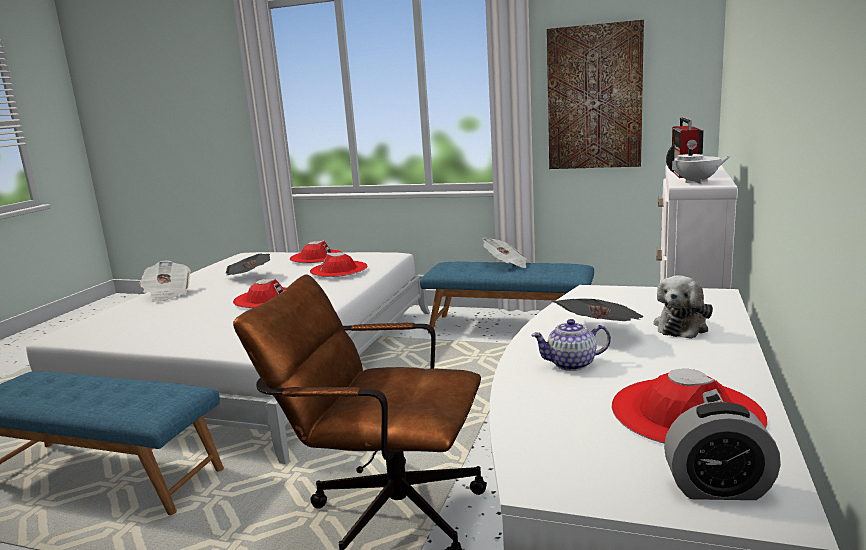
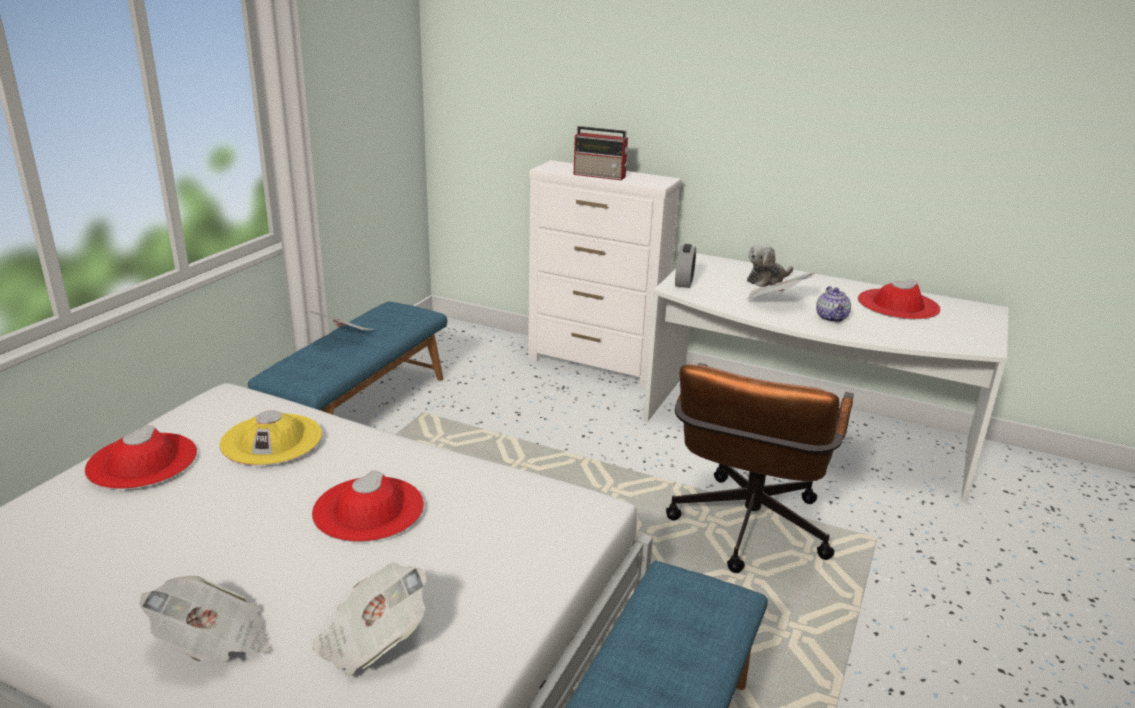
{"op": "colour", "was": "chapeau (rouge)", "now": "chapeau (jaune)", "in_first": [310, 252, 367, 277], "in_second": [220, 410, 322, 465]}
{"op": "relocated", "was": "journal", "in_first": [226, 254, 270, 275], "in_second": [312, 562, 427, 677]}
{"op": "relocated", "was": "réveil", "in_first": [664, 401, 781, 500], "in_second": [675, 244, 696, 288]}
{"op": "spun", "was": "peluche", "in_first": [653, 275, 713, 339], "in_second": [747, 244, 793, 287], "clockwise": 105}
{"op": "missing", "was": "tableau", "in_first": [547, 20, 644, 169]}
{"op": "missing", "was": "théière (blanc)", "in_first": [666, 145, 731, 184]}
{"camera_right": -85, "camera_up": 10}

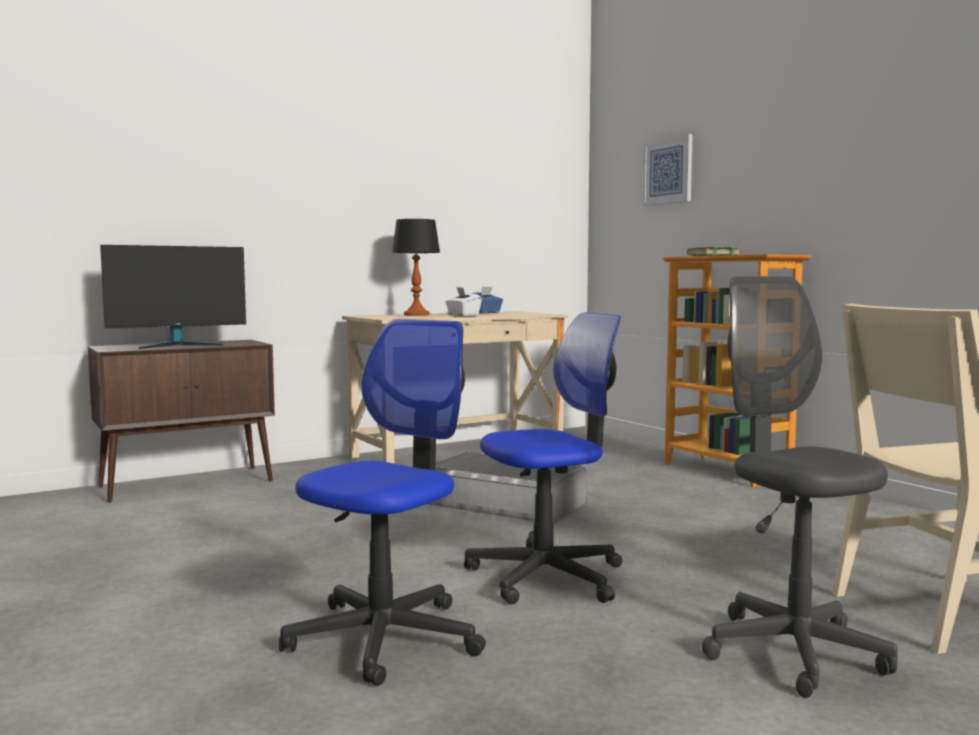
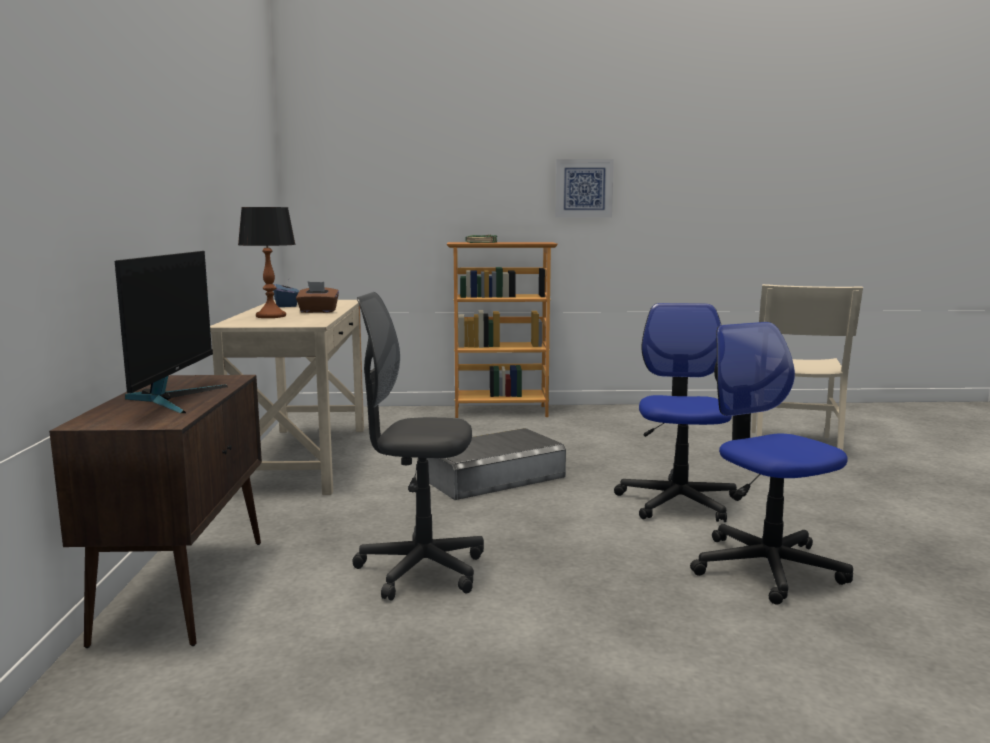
{"op": "colour", "was": "boîte à mouchoirs (blanc)", "now": "boîte à mouchoirs (marron)", "in_first": [445, 287, 482, 316], "in_second": [296, 282, 339, 313]}
{"op": "relocated", "was": "chaise de bureau (gris)", "in_first": [702, 276, 898, 698], "in_second": [352, 292, 484, 601]}
{"op": "relocated", "was": "tableau", "in_first": [642, 134, 693, 206], "in_second": [555, 159, 614, 217]}
{"camera_right": -60, "camera_up": 5}

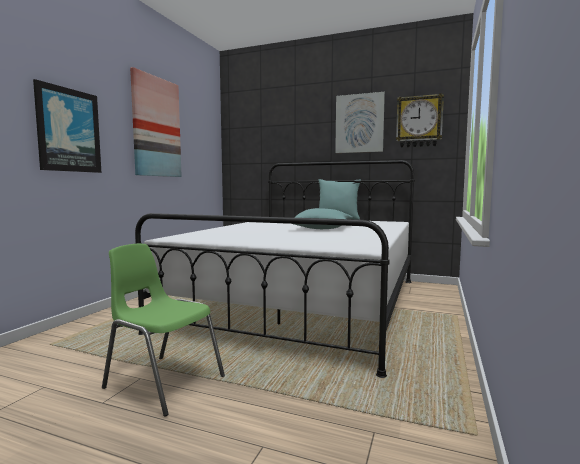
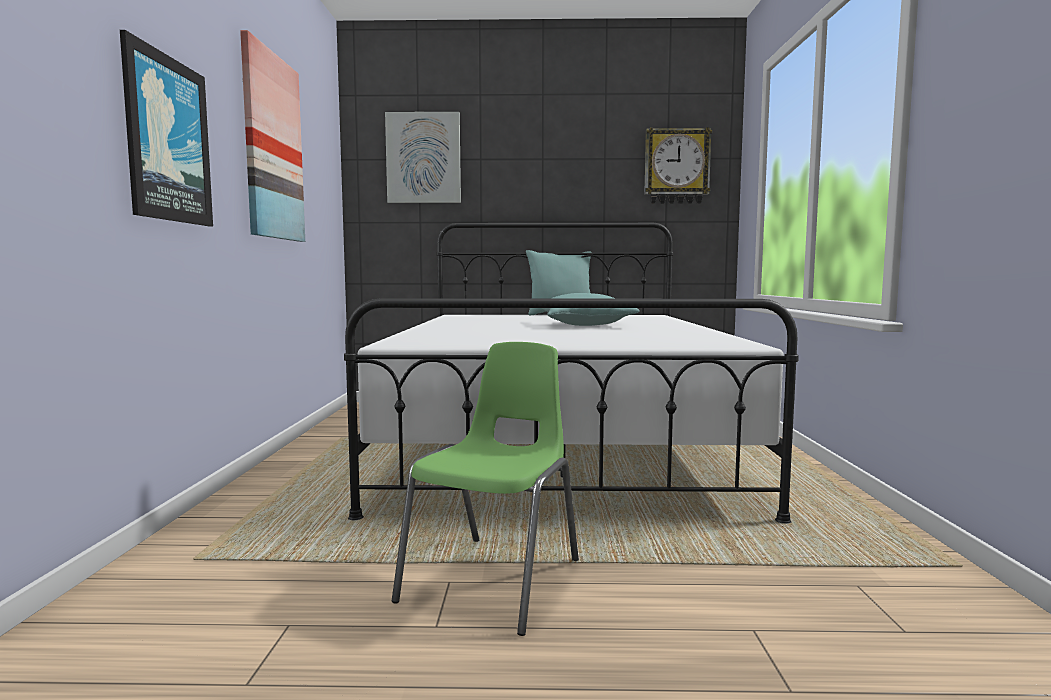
{"op": "relocated", "was": "tableau", "in_first": [335, 92, 385, 153], "in_second": [385, 112, 461, 203]}
{"op": "spun", "was": "chaise (vert)", "in_first": [102, 244, 225, 417], "in_second": [392, 342, 579, 636], "clockwise": 105}
{"camera_right": -20, "camera_up": 0}

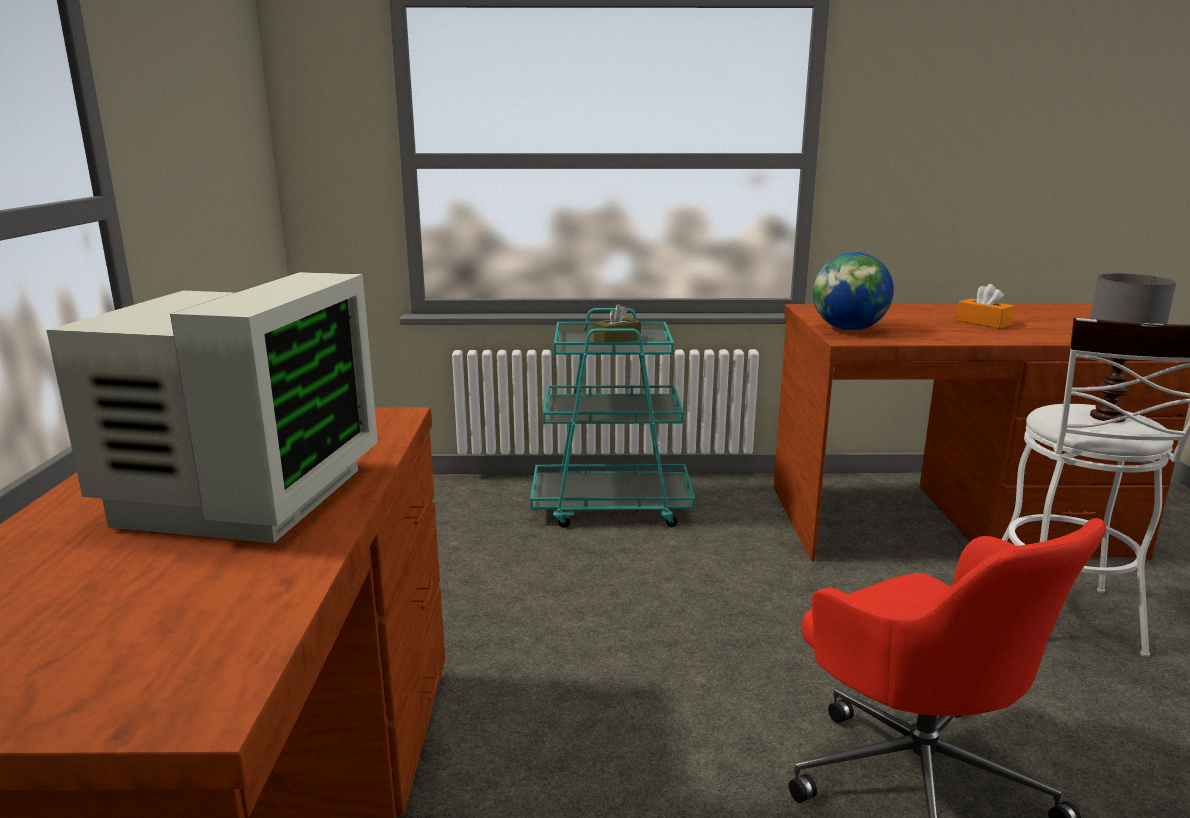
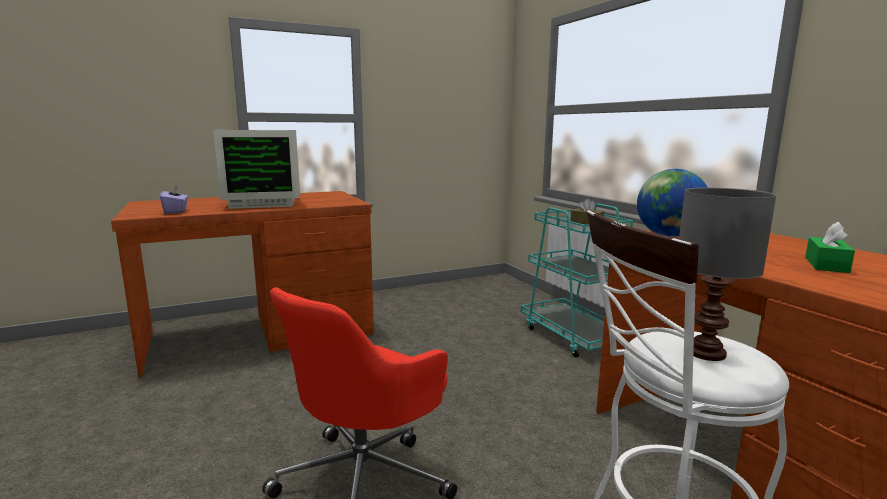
{"op": "appeared", "now": "boîte à mouchoirs (violet)", "in_second": [160, 184, 188, 214]}
{"op": "colour", "was": "boîte à mouchoirs (orange)", "now": "boîte à mouchoirs (vert)", "in_first": [956, 284, 1015, 329], "in_second": [805, 222, 855, 273]}
{"camera_right": 65, "camera_up": -5}

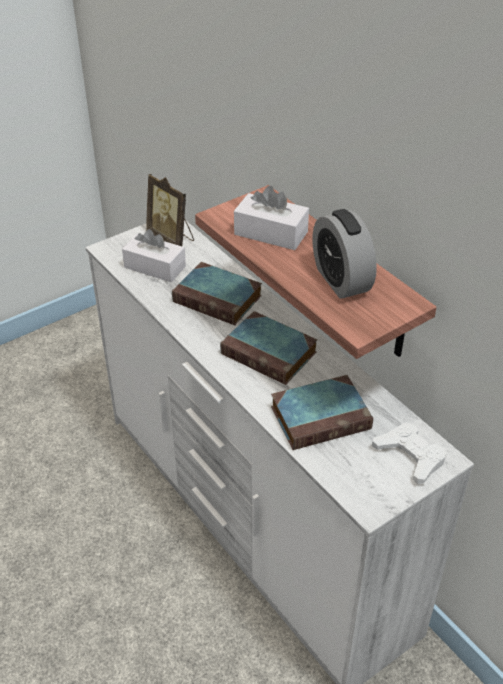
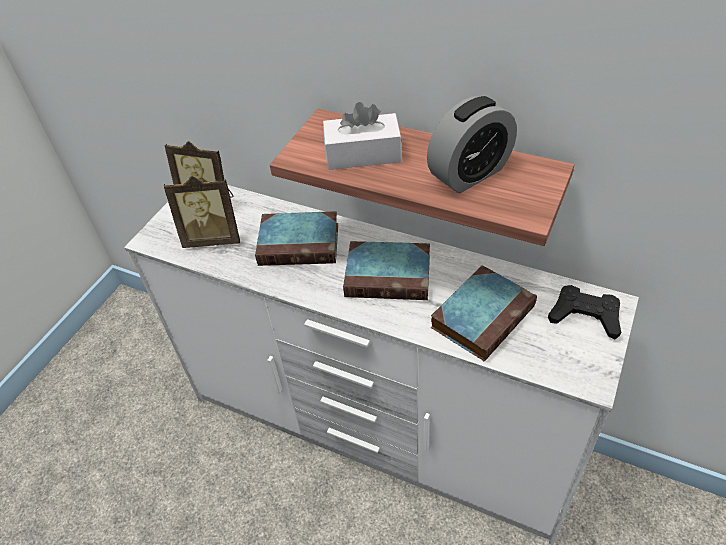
{"op": "exchanged", "was": "boîte à mouchoirs (blanc)", "now": "cadre photo", "in_first": [122, 229, 186, 282], "in_second": [164, 176, 240, 248]}
{"op": "spun", "was": "réveil", "in_first": [313, 209, 377, 299], "in_second": [427, 96, 517, 193], "clockwise": -75}
{"op": "colour", "was": "manette (blanc)", "now": "manette (noir)", "in_first": [372, 422, 447, 484], "in_second": [548, 285, 621, 339]}
{"camera_right": -25, "camera_up": 5}

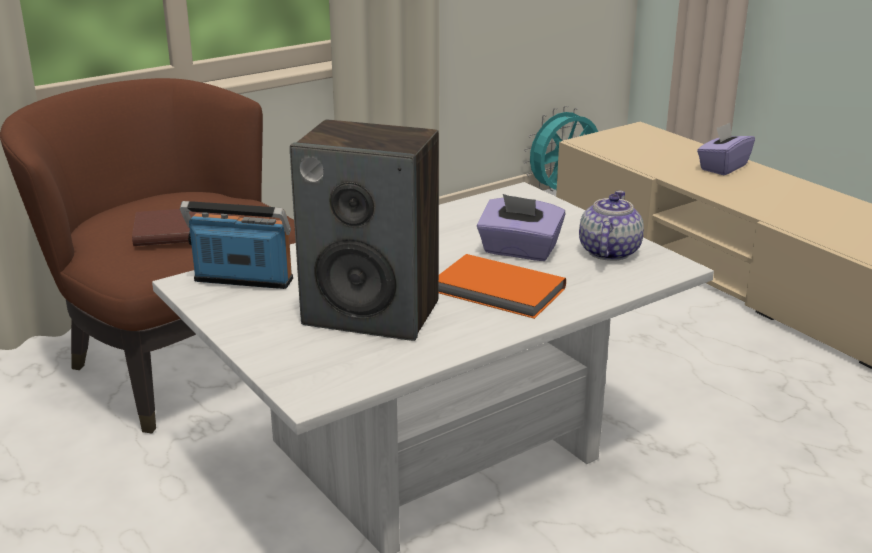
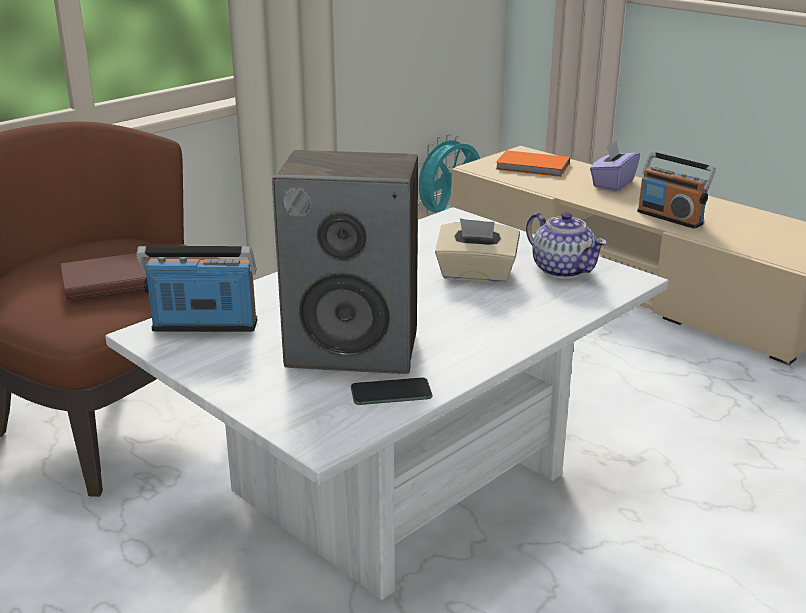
{"op": "appeared", "now": "téléphone", "in_second": [351, 378, 433, 405]}
{"op": "colour", "was": "boîte à mouchoirs (violet)", "now": "boîte à mouchoirs (beige)", "in_first": [477, 194, 565, 261], "in_second": [435, 218, 520, 283]}
{"op": "relocated", "was": "livre (orange)", "in_first": [439, 254, 566, 319], "in_second": [495, 150, 570, 177]}
{"op": "spun", "was": "théière", "in_first": [579, 191, 644, 261], "in_second": [526, 212, 607, 279], "clockwise": 135}
{"op": "appeared", "now": "radio", "in_second": [637, 152, 716, 229]}
{"camera_right": -10, "camera_up": 0}

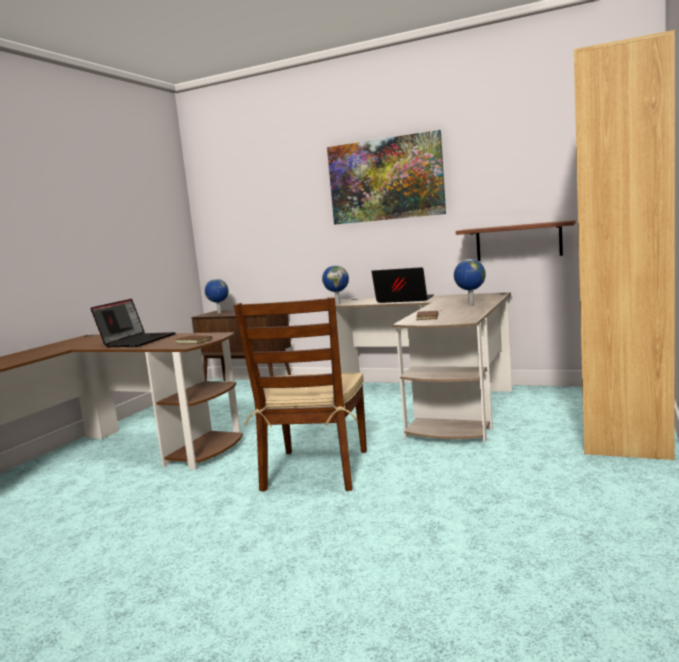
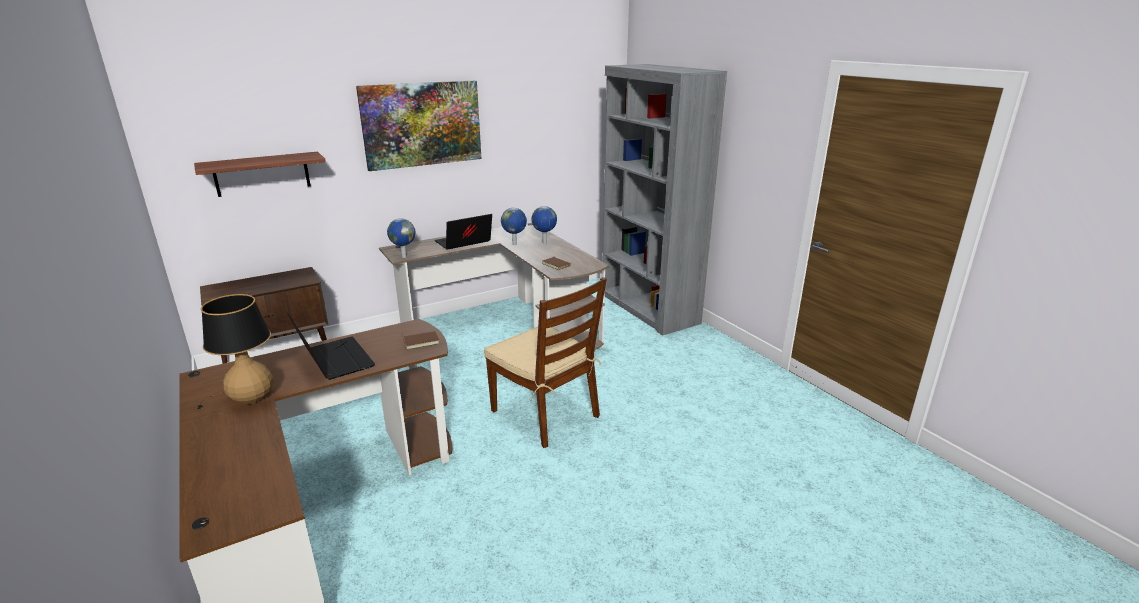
{"op": "relocated", "was": "étagère", "in_first": [456, 220, 576, 261], "in_second": [194, 152, 326, 197]}
{"op": "appeared", "now": "lampe de table", "in_second": [197, 294, 273, 409]}
{"op": "relocated", "was": "globe", "in_first": [205, 279, 229, 314], "in_second": [501, 208, 527, 245]}
{"op": "colour", "was": "bibliothèque (marron)", "now": "bibliothèque (gris)", "in_first": [574, 30, 675, 460], "in_second": [602, 64, 727, 336]}
{"camera_right": -55, "camera_up": 15}

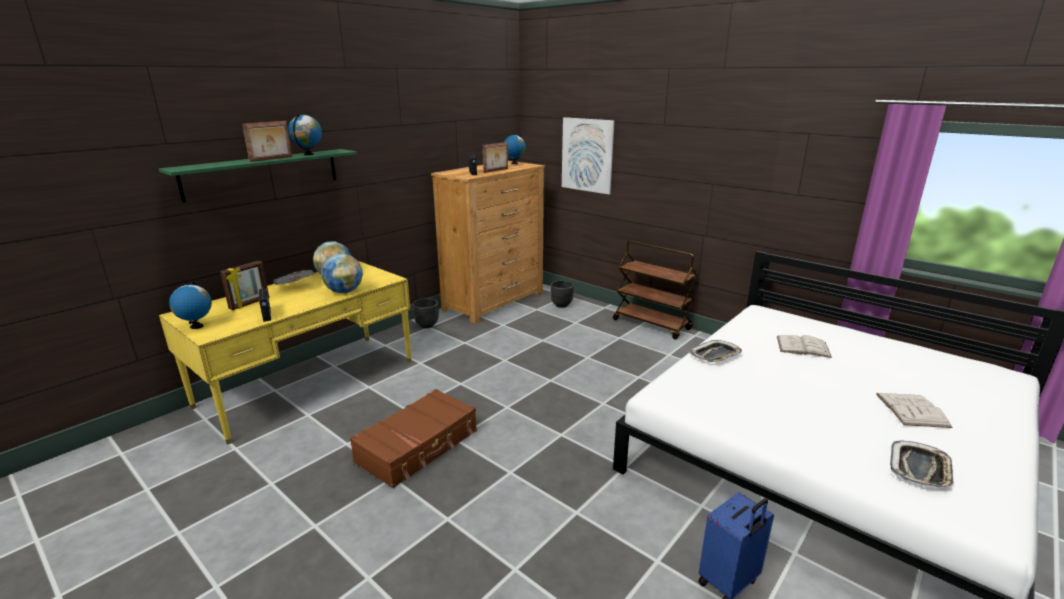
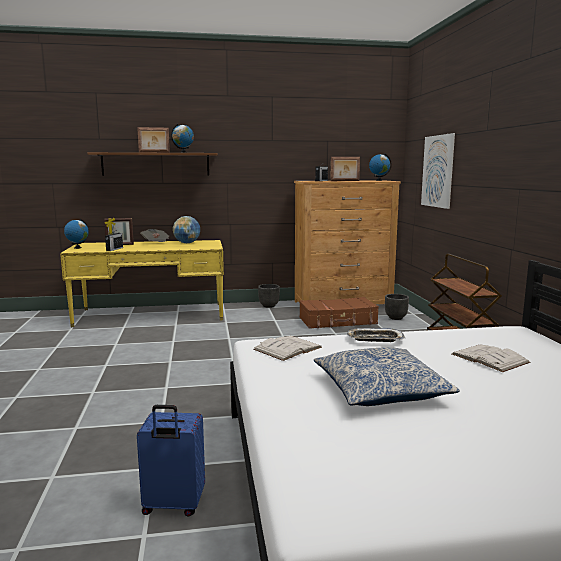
{"op": "colour", "was": "étagère (vert)", "now": "étagère (marron)", "in_first": [159, 149, 357, 203], "in_second": [87, 152, 218, 176]}
{"op": "relocated", "was": "livre (blanc)", "in_first": [876, 393, 953, 428], "in_second": [253, 336, 322, 361]}
{"op": "relocated", "was": "valise (marron)", "in_first": [350, 389, 477, 488], "in_second": [299, 297, 379, 329]}
{"op": "appeared", "now": "coussin", "in_second": [314, 347, 460, 406]}
{"op": "missing", "was": "globe", "in_first": [321, 254, 363, 293]}
{"op": "missing", "was": "plateau", "in_first": [890, 440, 954, 488]}
{"camera_right": 40, "camera_up": -10}

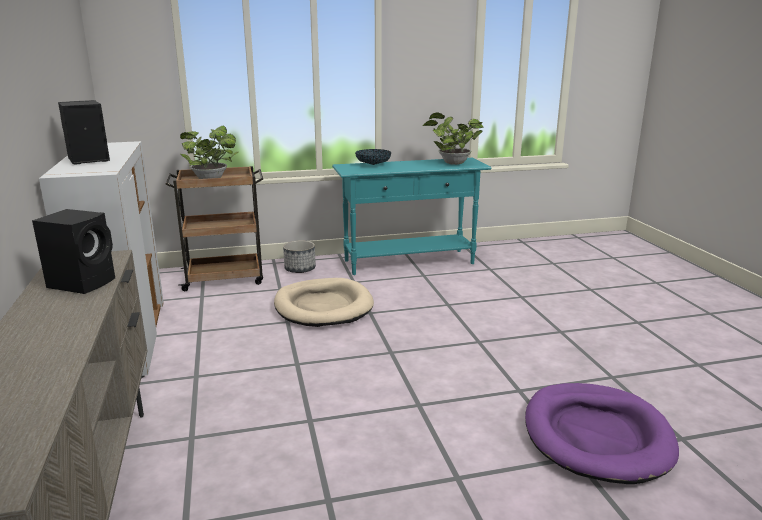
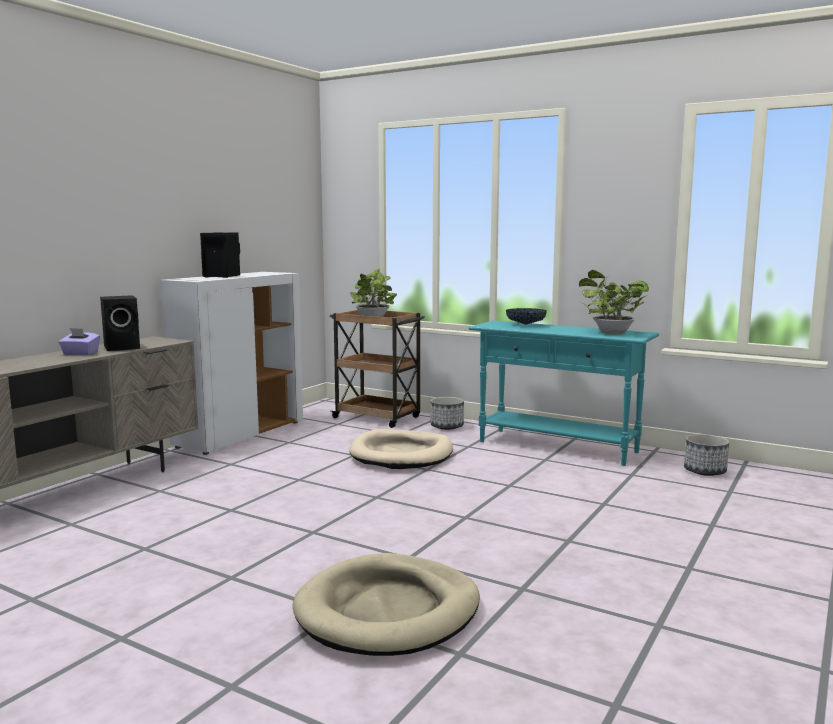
{"op": "appeared", "now": "boîte à mouchoirs (violet)", "in_second": [58, 328, 100, 355]}
{"op": "colour", "was": "panier pour chien (violet)", "now": "panier pour chien (beige)", "in_first": [525, 383, 679, 484], "in_second": [292, 553, 480, 656]}
{"op": "appeared", "now": "cache-pot", "in_second": [684, 434, 729, 476]}
{"camera_right": 45, "camera_up": -10}

